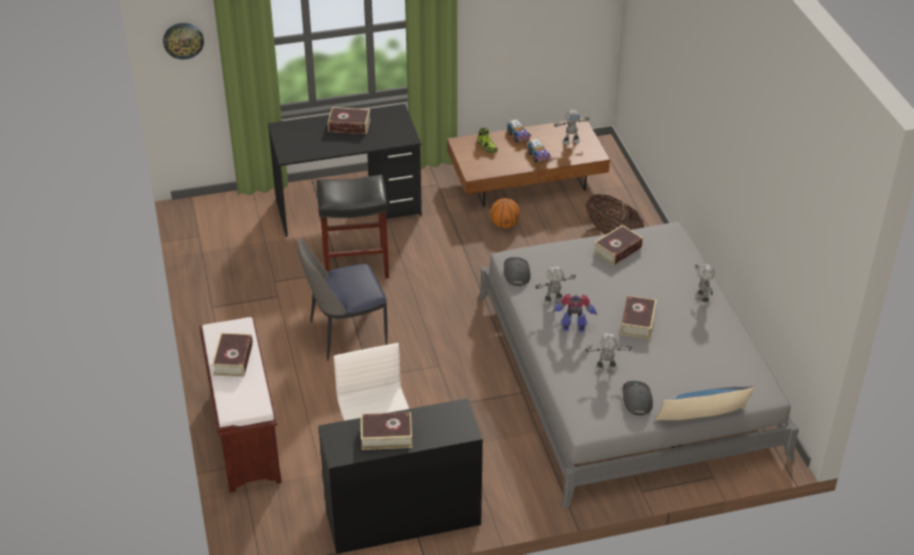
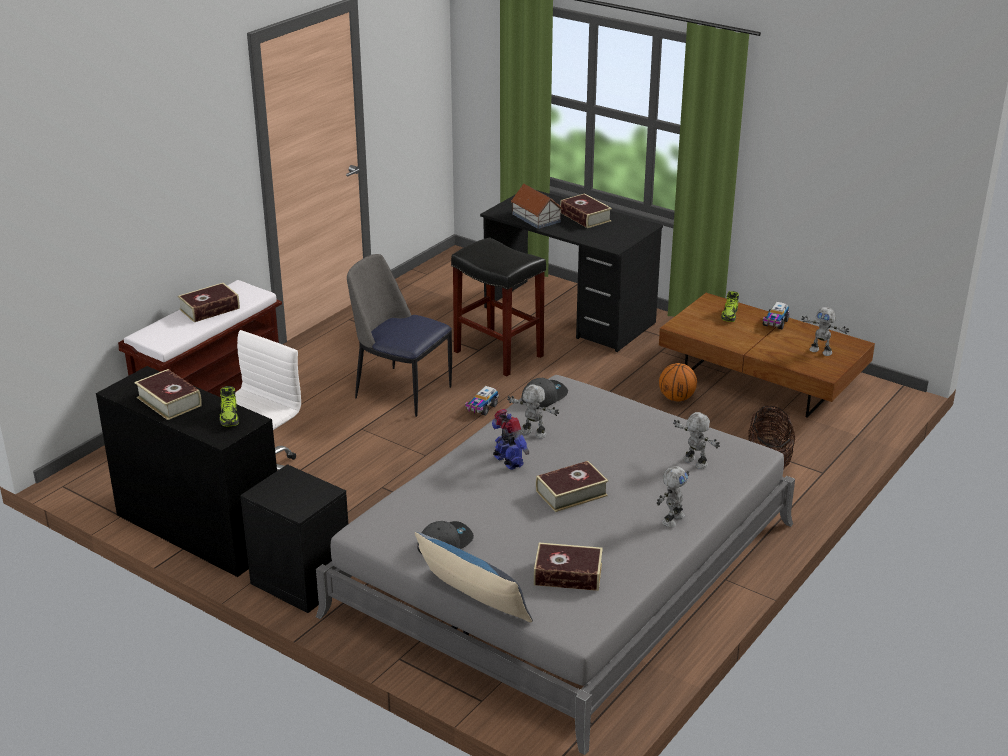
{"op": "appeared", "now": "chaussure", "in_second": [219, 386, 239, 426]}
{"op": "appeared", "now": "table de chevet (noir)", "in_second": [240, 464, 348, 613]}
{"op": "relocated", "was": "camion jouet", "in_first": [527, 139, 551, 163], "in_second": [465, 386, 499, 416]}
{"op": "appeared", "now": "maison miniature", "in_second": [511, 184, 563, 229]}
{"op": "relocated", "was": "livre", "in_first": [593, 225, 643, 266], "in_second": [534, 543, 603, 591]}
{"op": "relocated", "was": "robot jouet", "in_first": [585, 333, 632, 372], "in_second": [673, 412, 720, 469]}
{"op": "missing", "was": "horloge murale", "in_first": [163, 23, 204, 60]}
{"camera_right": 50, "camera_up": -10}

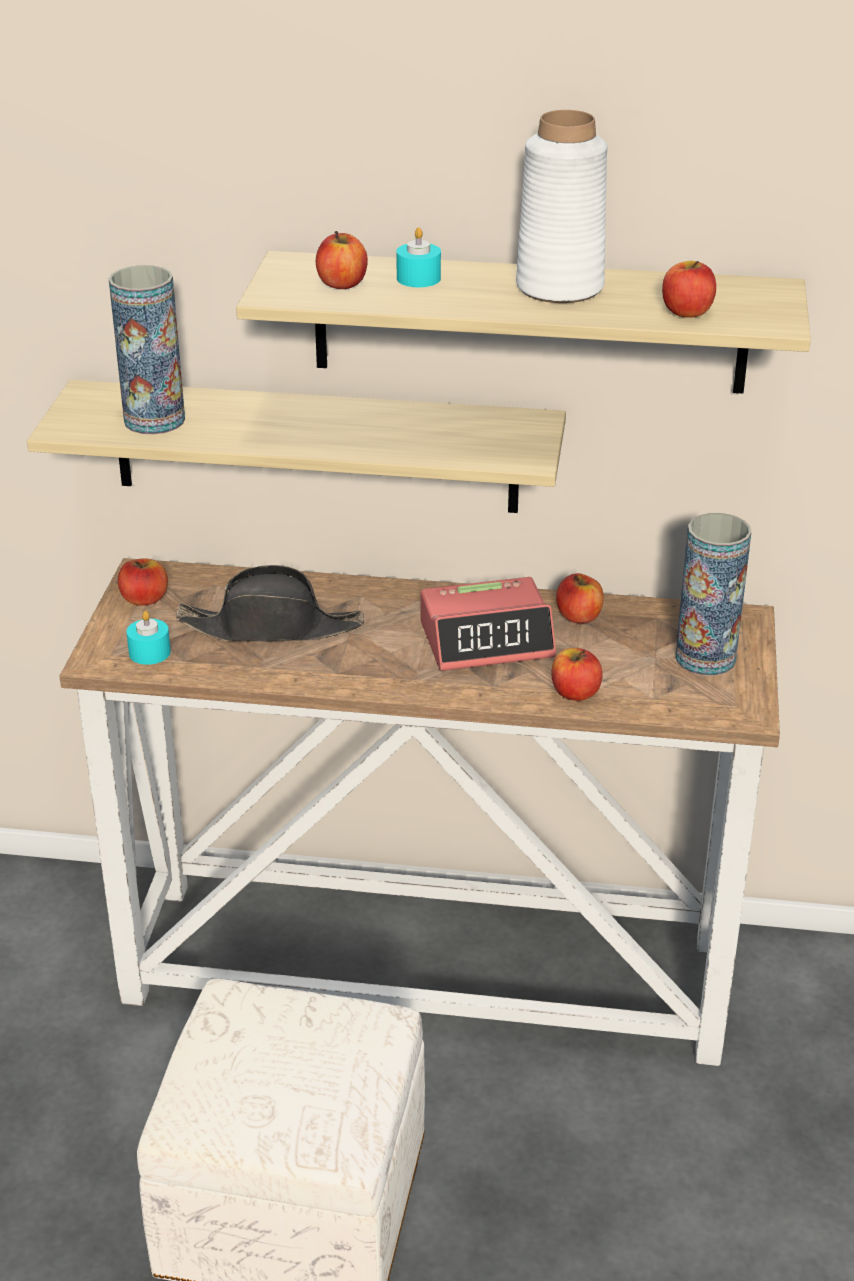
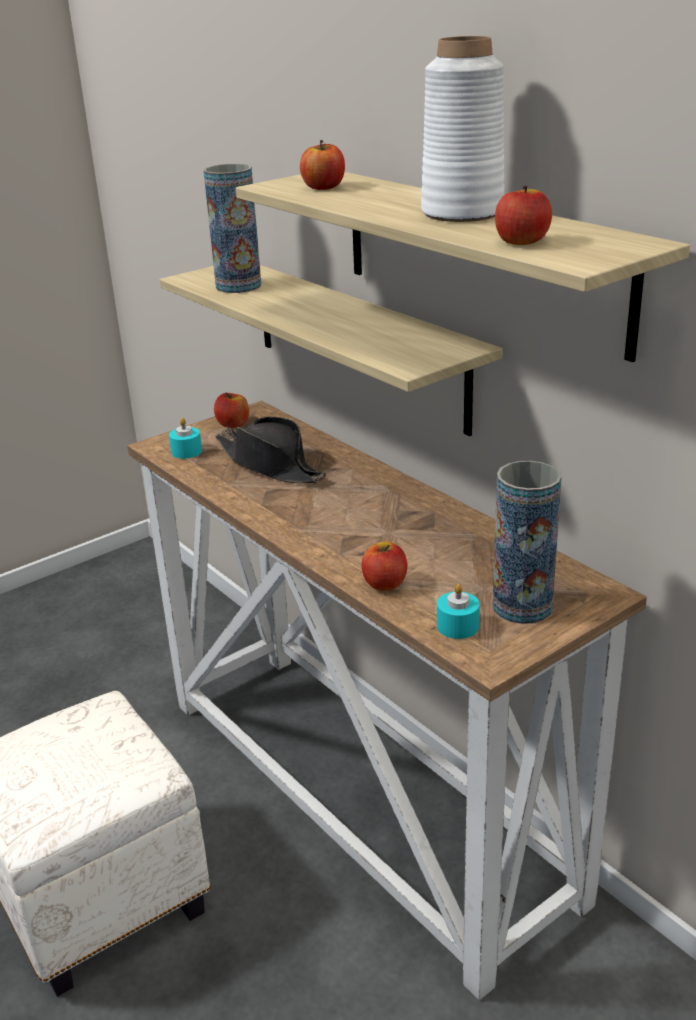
{"op": "relocated", "was": "bougie (turquoise)", "in_first": [396, 227, 441, 287], "in_second": [437, 584, 480, 639]}
{"op": "missing", "was": "réveil", "in_first": [421, 577, 556, 671]}
{"op": "missing", "was": "pomme", "in_first": [556, 573, 603, 623]}
{"camera_right": 45, "camera_up": -5}

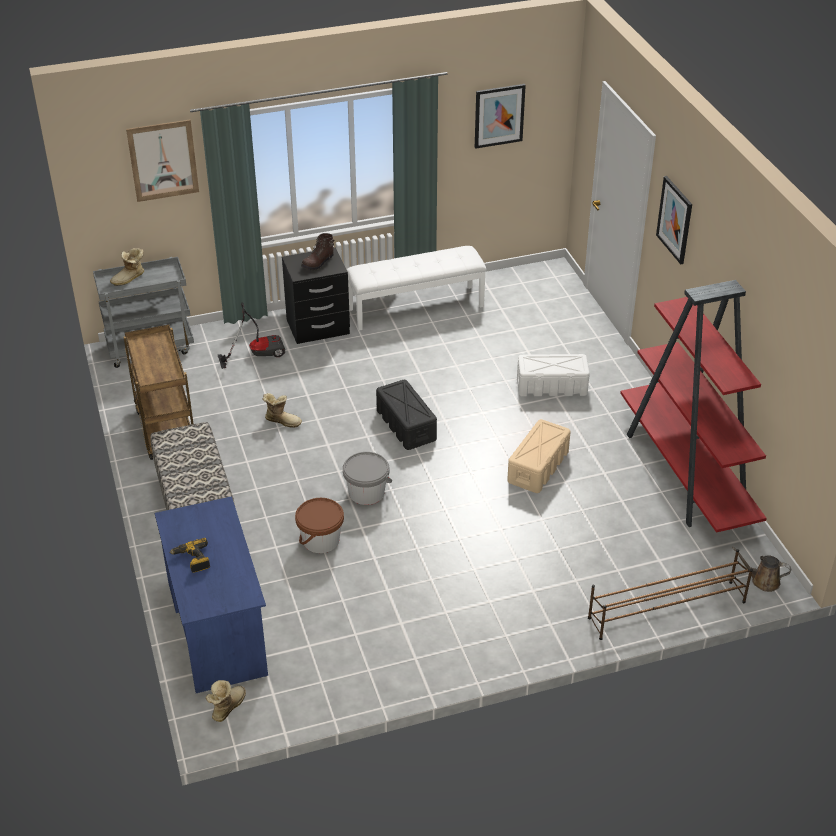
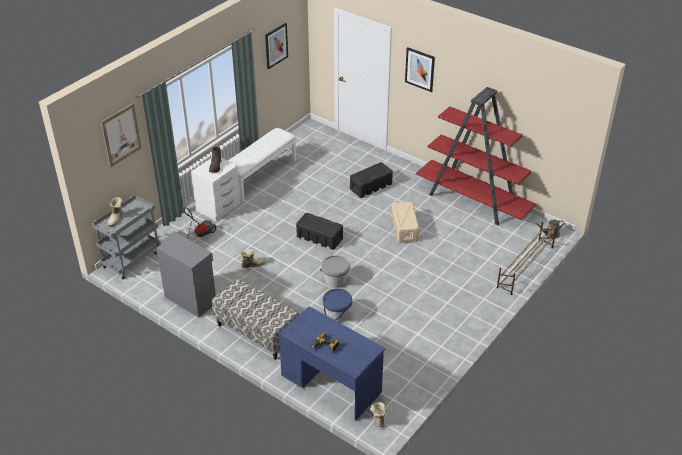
{"op": "exchanged", "was": "chariot (marron)", "now": "meuble de rangement (gris)", "in_first": [123, 325, 194, 460], "in_second": [156, 233, 216, 317]}
{"op": "colour", "was": "table de chevet (noir)", "now": "table de chevet (blanc)", "in_first": [282, 247, 350, 344], "in_second": [191, 158, 240, 221]}
{"op": "colour", "was": "seau (marron)", "now": "seau (bleu)", "in_first": [295, 498, 344, 553], "in_second": [323, 289, 352, 323]}
{"op": "colour", "was": "boîte de rangement (blanc)", "now": "boîte de rangement (noir)", "in_first": [517, 354, 590, 397], "in_second": [350, 162, 393, 198]}
{"camera_right": -35, "camera_up": 0}

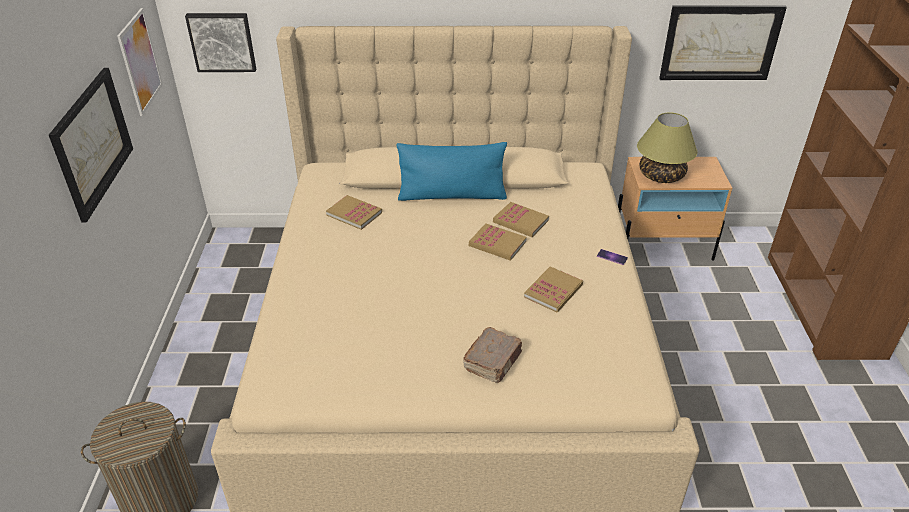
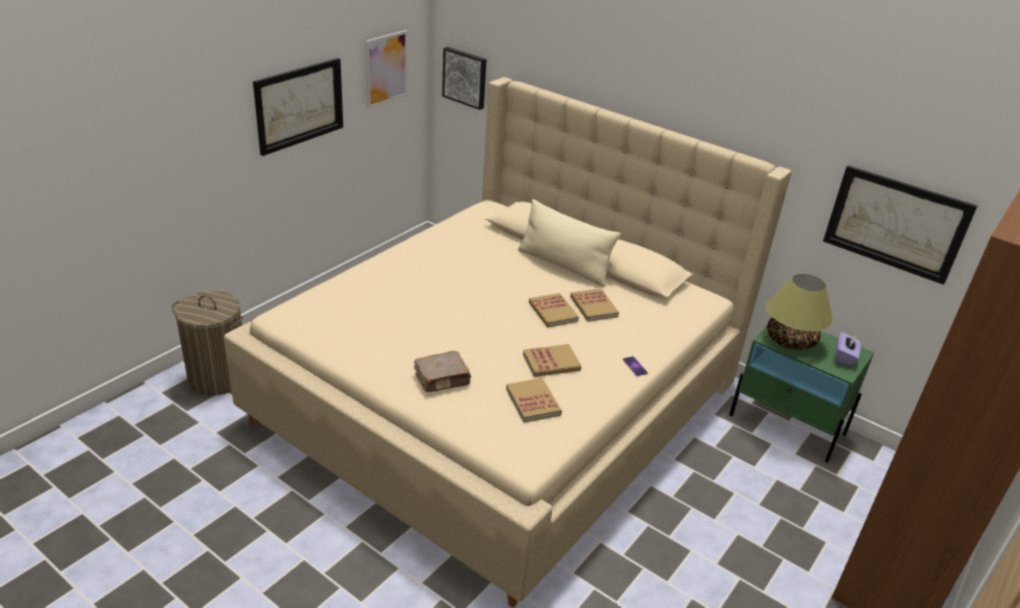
{"op": "relocated", "was": "livre", "in_first": [326, 195, 382, 230], "in_second": [506, 378, 562, 422]}
{"op": "colour", "was": "coussin (bleu)", "now": "coussin (beige)", "in_first": [396, 142, 507, 201], "in_second": [518, 199, 621, 287]}
{"op": "colour", "was": "table de chevet (beige)", "now": "table de chevet (vert)", "in_first": [618, 157, 732, 261], "in_second": [729, 326, 874, 463]}
{"op": "appeared", "now": "boîte à mouchoirs (violet)", "in_second": [835, 332, 861, 366]}
{"camera_right": 35, "camera_up": -5}

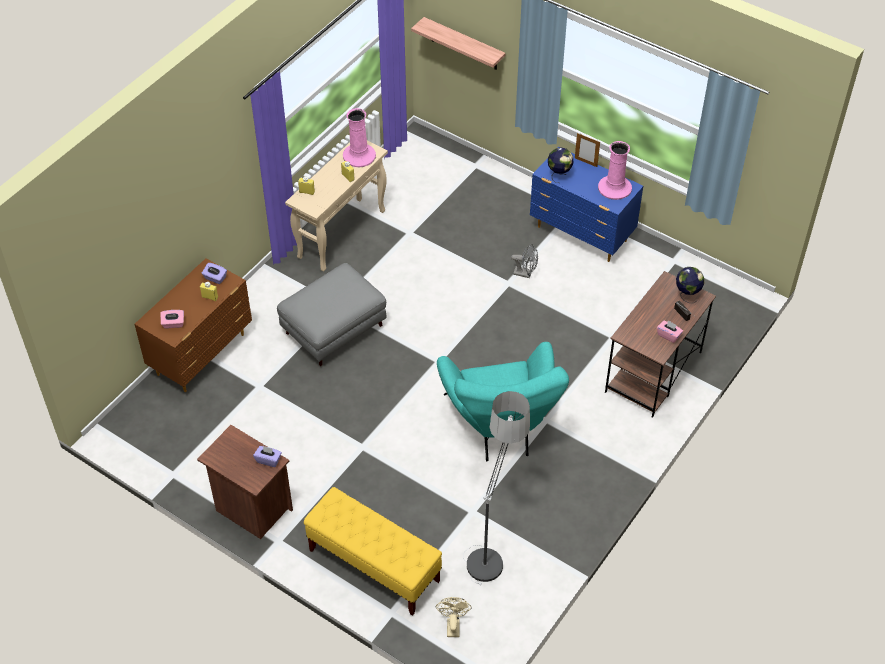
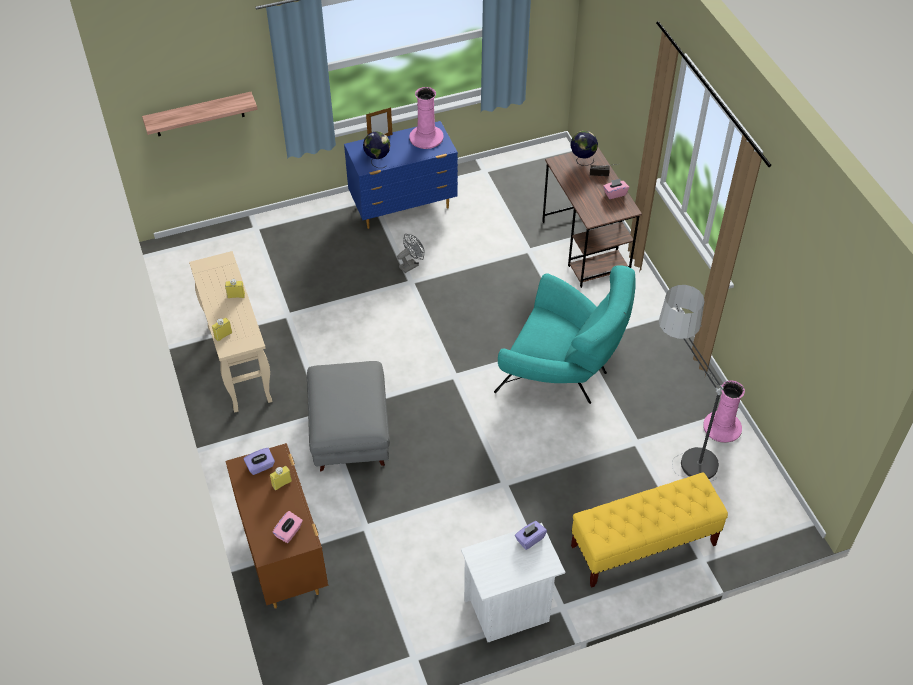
{"op": "colour", "was": "table de chevet (marron)", "now": "table de chevet (blanc)", "in_first": [197, 425, 293, 539], "in_second": [461, 523, 565, 642]}
{"op": "relocated", "was": "vase (rose)", "in_first": [343, 108, 376, 167], "in_second": [703, 381, 745, 443]}
{"op": "missing", "was": "ventilateur (beige)", "in_first": [436, 597, 472, 637]}
{"camera_right": -55, "camera_up": 0}

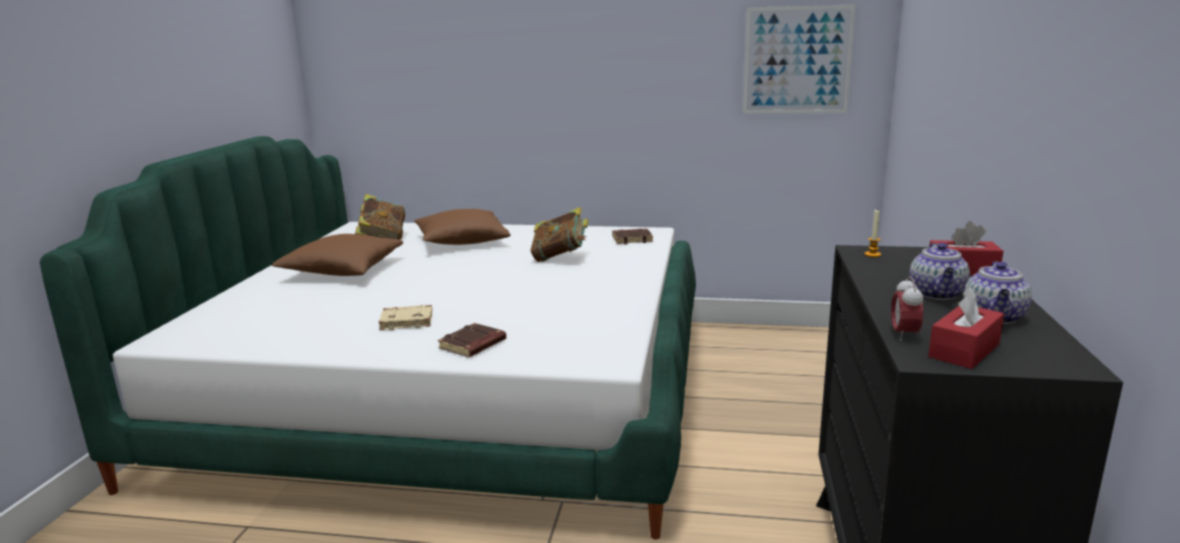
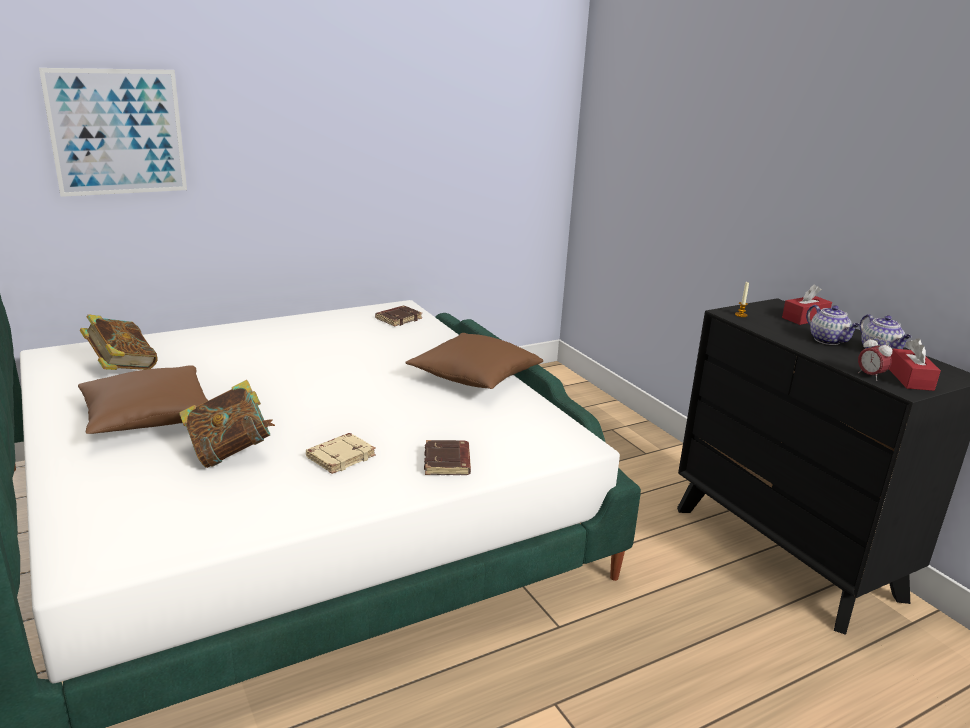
{"op": "relocated", "was": "tableau", "in_first": [743, 5, 856, 113], "in_second": [39, 68, 187, 197]}
{"op": "relocated", "was": "livre", "in_first": [531, 207, 589, 262], "in_second": [179, 380, 275, 468]}
{"op": "relocated", "was": "coussin (marron)", "in_first": [414, 209, 511, 245], "in_second": [405, 333, 543, 389]}
{"camera_right": -40, "camera_up": 5}

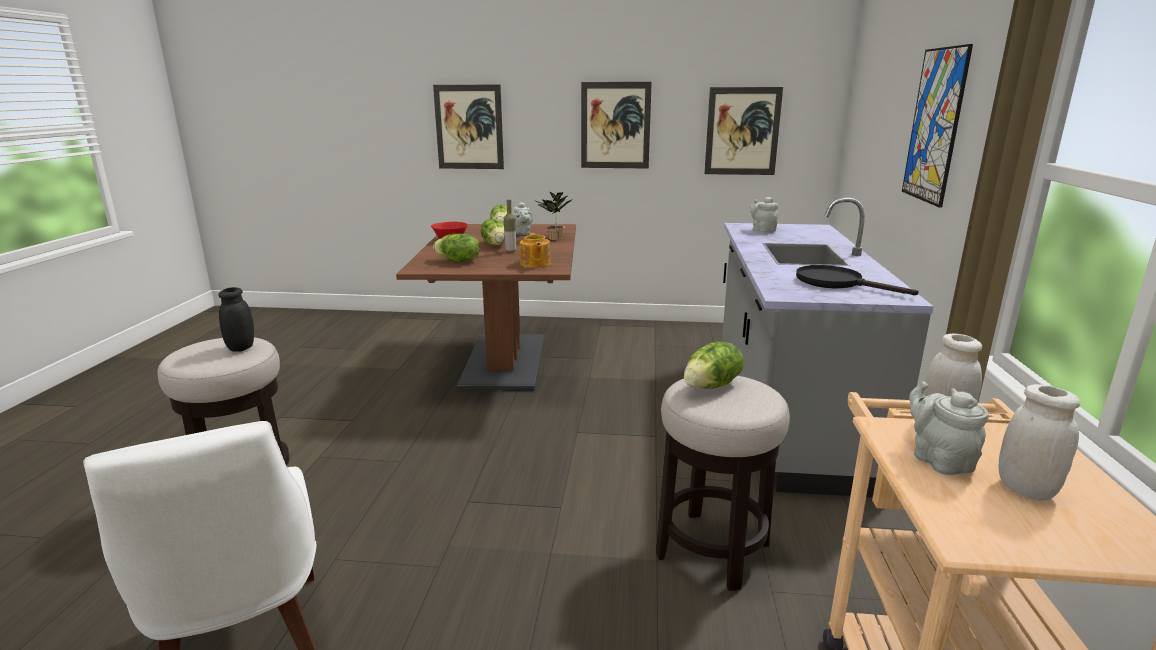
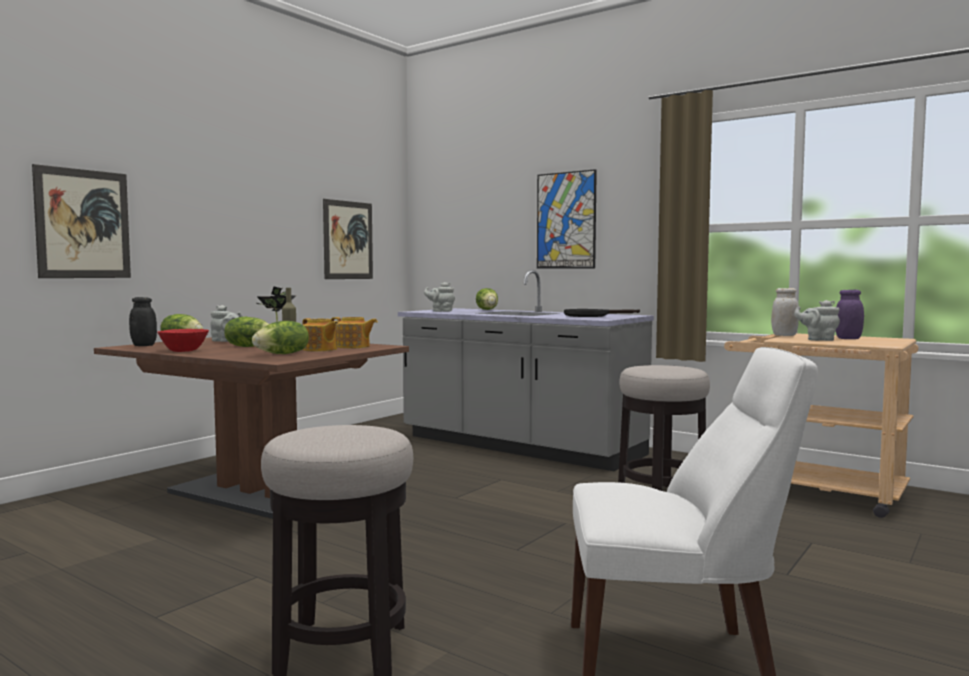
{"op": "relocated", "was": "bocal (noir)", "in_first": [218, 287, 254, 351], "in_second": [129, 297, 157, 346]}
{"op": "appeared", "now": "théière", "in_second": [302, 318, 338, 352]}
{"op": "relocated", "was": "laitue", "in_first": [684, 341, 744, 389], "in_second": [476, 288, 498, 310]}
{"op": "colour", "was": "bocal (blanc)", "now": "bocal (violet)", "in_first": [999, 384, 1080, 500], "in_second": [836, 290, 864, 339]}
{"op": "missing", "was": "tableau", "in_first": [581, 82, 652, 169]}
{"camera_right": -60, "camera_up": -15}

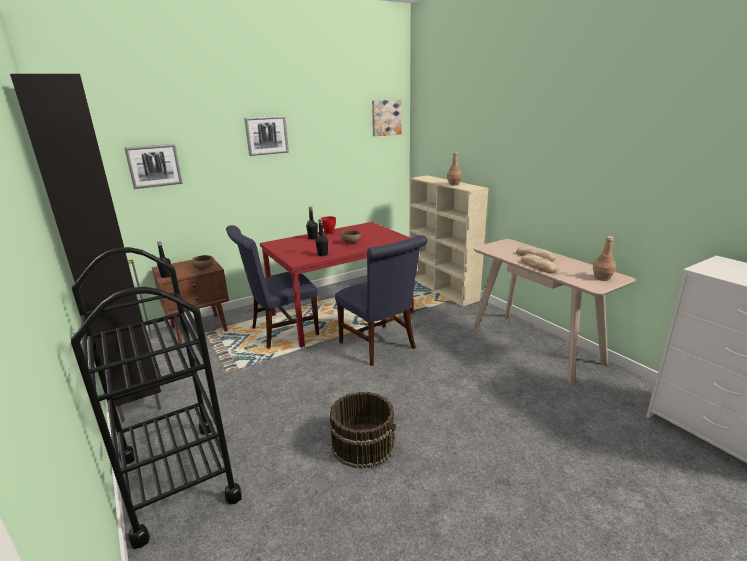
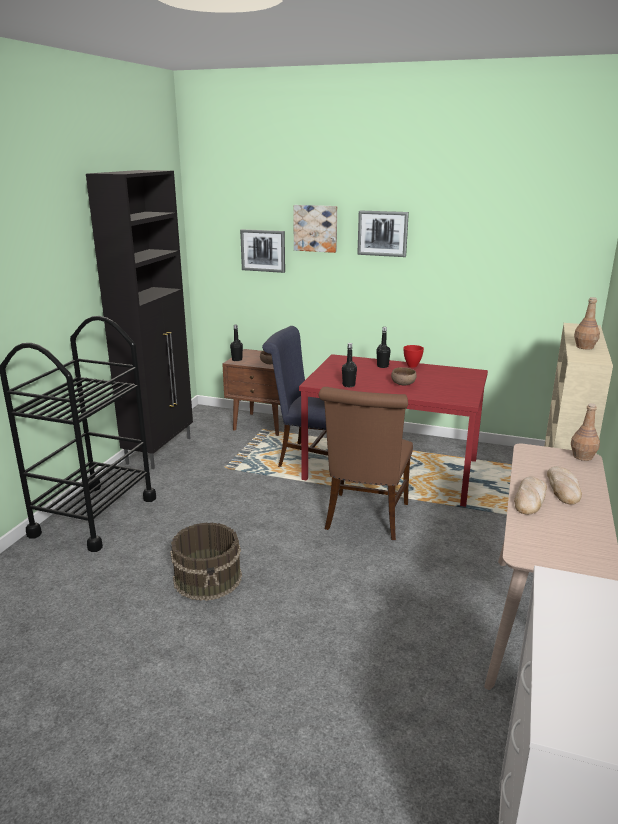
{"op": "relocated", "was": "tableau", "in_first": [372, 100, 402, 136], "in_second": [293, 205, 337, 253]}
{"op": "colour", "was": "chaise (bleu)", "now": "chaise (marron)", "in_first": [335, 235, 428, 366], "in_second": [319, 387, 413, 540]}
{"op": "relocated", "was": "bouteille (marron)", "in_first": [593, 236, 616, 281], "in_second": [571, 403, 600, 461]}
{"camera_right": 50, "camera_up": 0}

